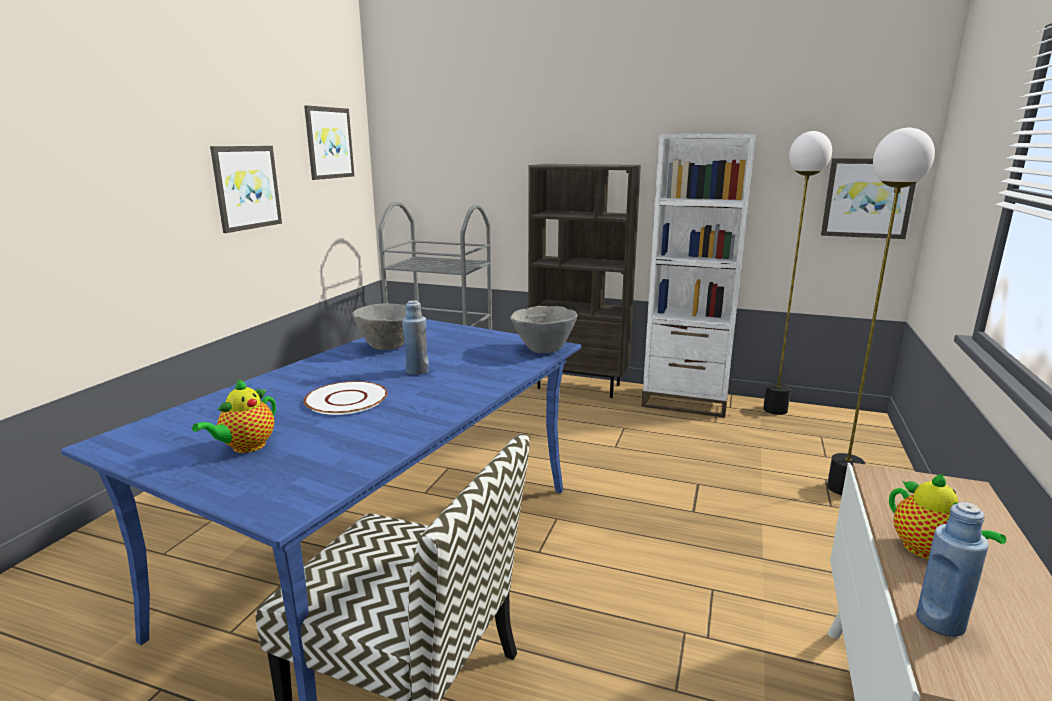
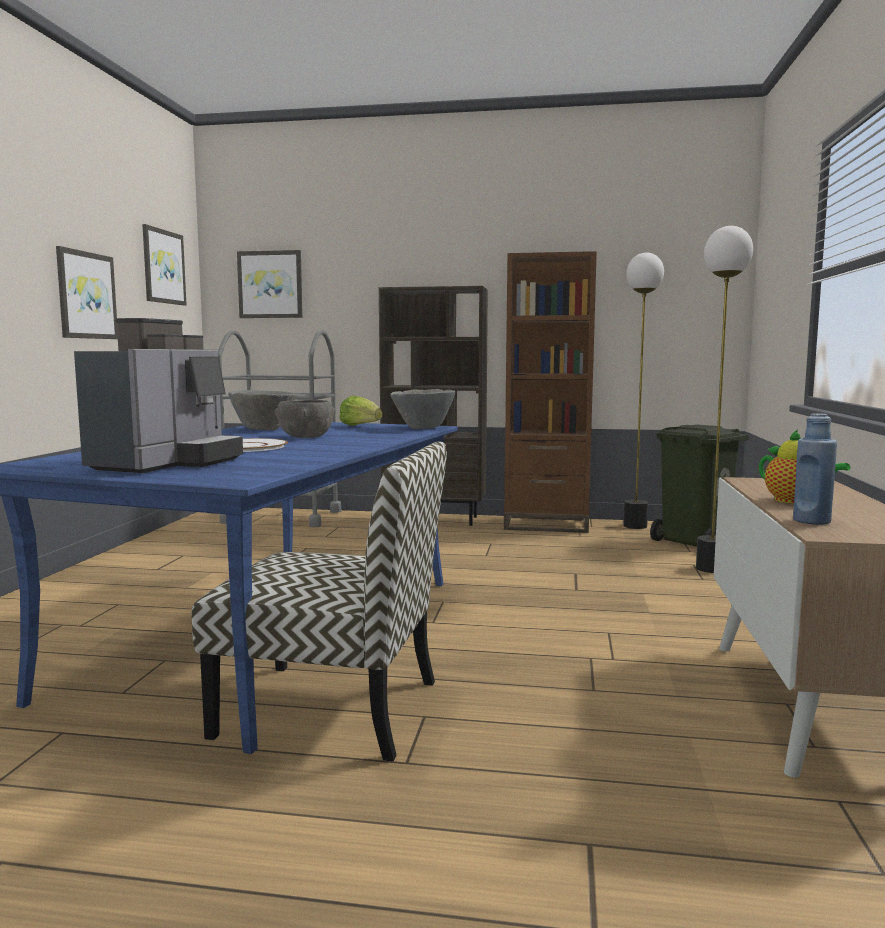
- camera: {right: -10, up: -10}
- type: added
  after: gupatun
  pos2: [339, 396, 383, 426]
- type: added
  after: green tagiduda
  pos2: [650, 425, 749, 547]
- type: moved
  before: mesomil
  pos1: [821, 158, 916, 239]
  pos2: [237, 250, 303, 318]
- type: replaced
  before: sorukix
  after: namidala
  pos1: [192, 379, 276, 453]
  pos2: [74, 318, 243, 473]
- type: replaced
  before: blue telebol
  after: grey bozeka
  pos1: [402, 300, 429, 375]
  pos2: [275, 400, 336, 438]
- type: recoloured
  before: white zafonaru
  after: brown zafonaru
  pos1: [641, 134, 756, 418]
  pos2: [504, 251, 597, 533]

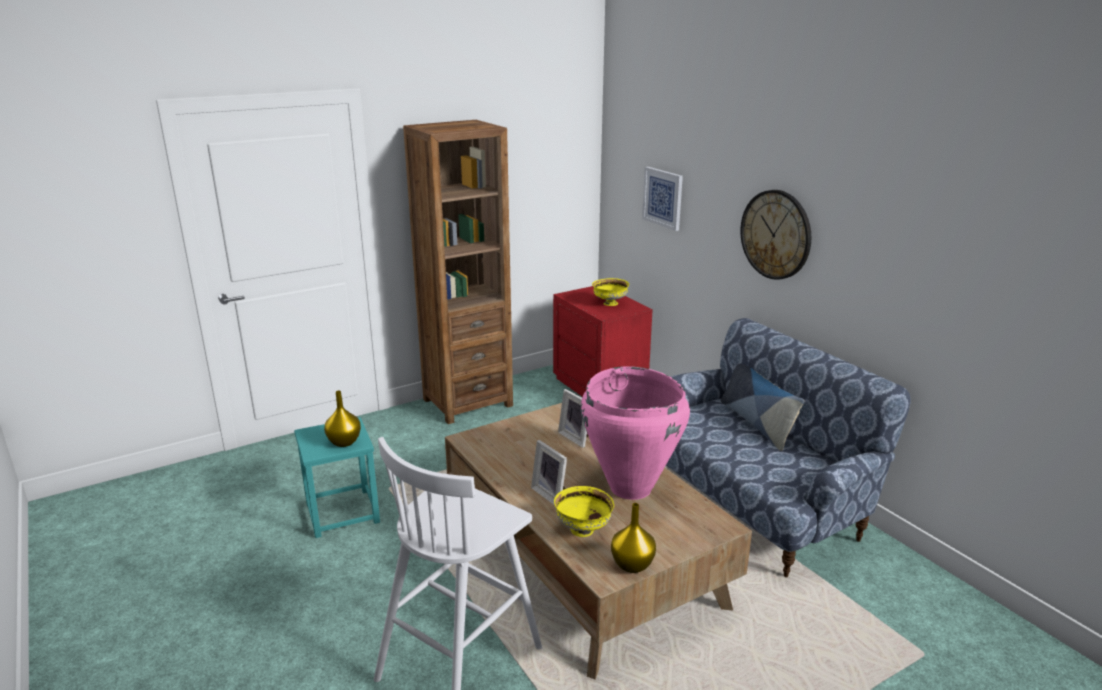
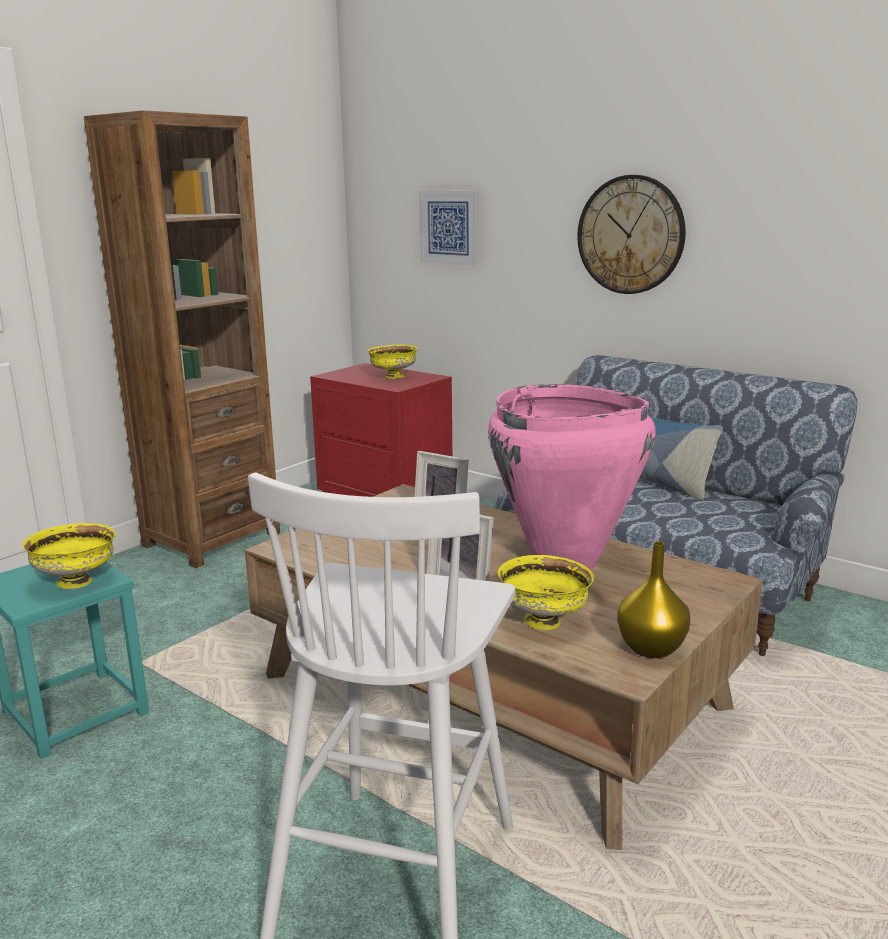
- camera: {right: -20, up: -5}
- type: replaced
  before: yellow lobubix
  after: yellow bozeka
  pos1: [324, 391, 361, 447]
  pos2: [22, 523, 116, 589]

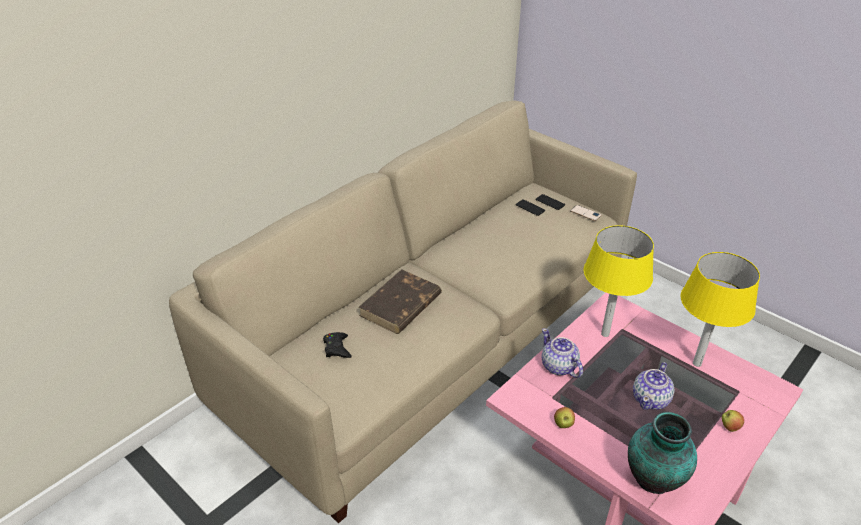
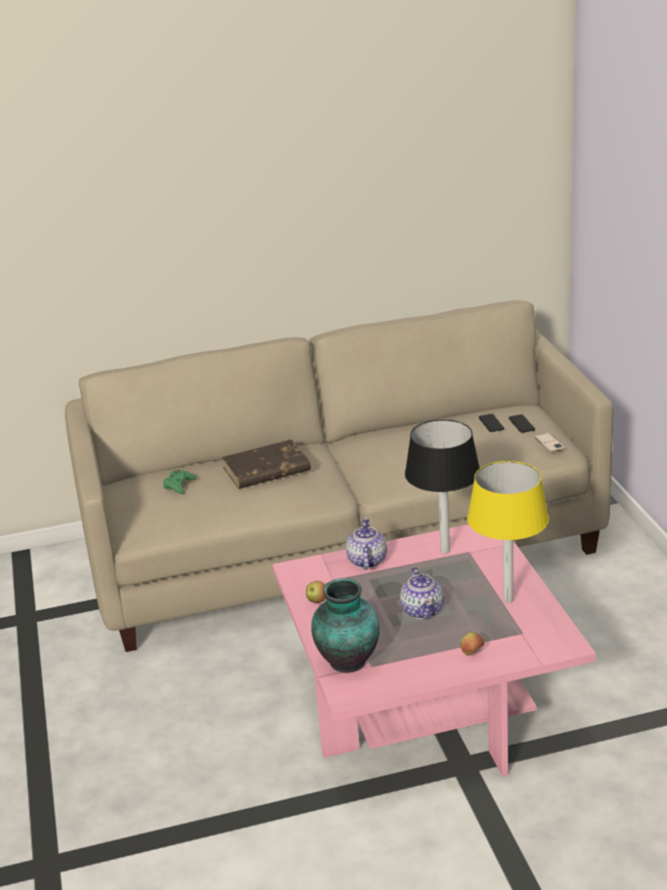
- camera: {right: 35, up: -10}
- type: recoloured
  before: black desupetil
  after: green desupetil
  pos1: [323, 332, 352, 358]
  pos2: [163, 470, 197, 494]
- type: recoloured
  before: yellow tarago
  after: black tarago
  pos1: [584, 225, 654, 337]
  pos2: [405, 420, 480, 553]
- type: turned
  before: sorukix
  pos1: [633, 362, 675, 410]
  pos2: [400, 567, 444, 619]
  turn: -75

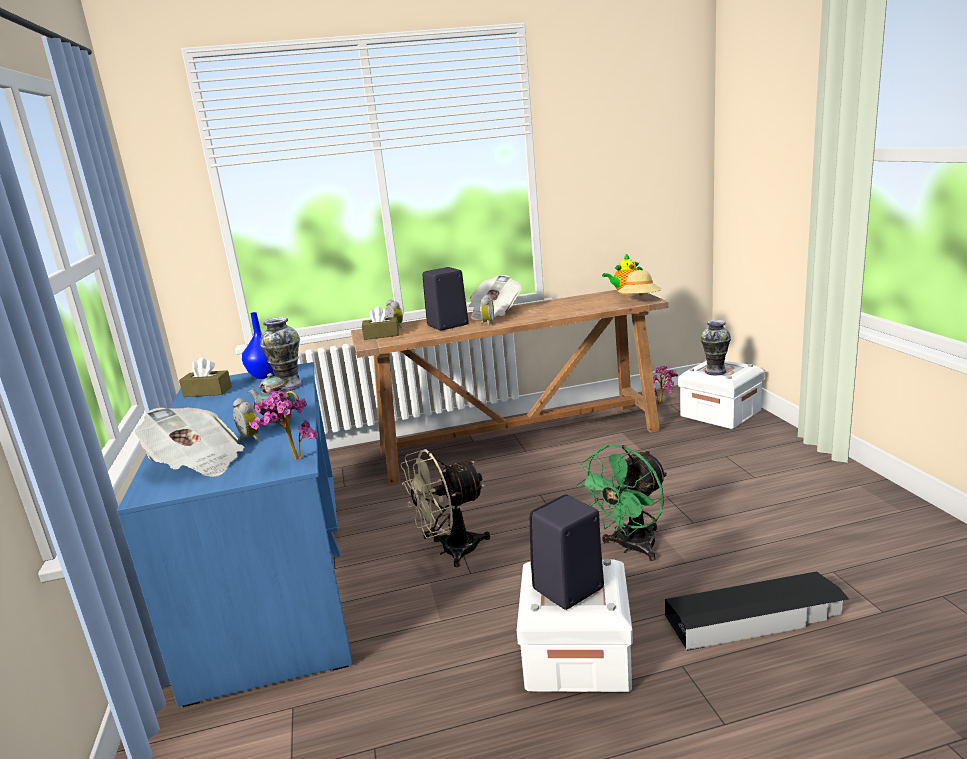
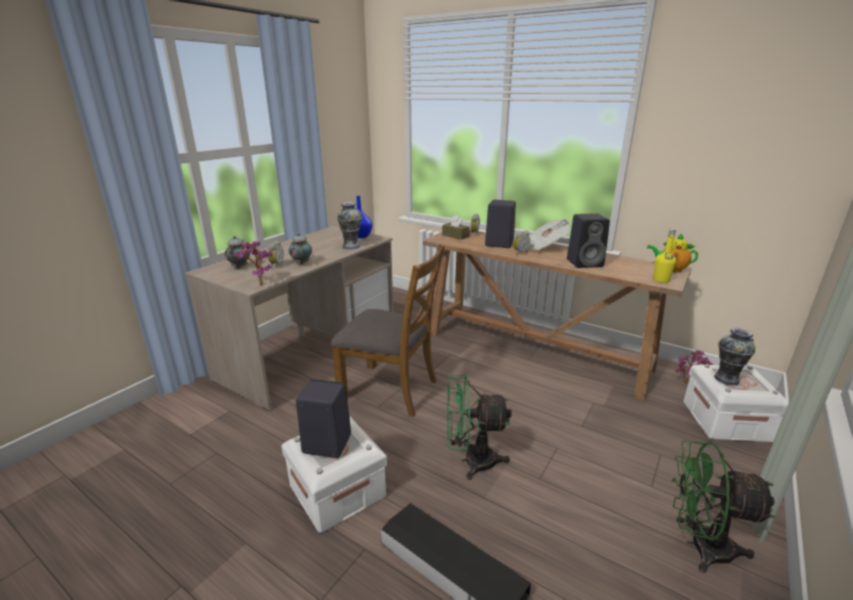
- camera: {right: 45, up: 5}
- type: removed
  before: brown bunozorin
  pos1: [179, 358, 232, 397]
- type: added
  after: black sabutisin
  pos2: [567, 213, 610, 268]
- type: added
  after: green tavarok
  pos2: [672, 440, 775, 573]
- type: replaced
  before: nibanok
  after: sorukix
  pos1: [135, 408, 244, 477]
  pos2: [225, 236, 250, 268]
- type: replaced
  before: beige tavarok
  after: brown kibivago
  pos1: [401, 449, 490, 567]
  pos2: [331, 244, 445, 417]
- type: replaced
  before: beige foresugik
  after: yellow telebol
  pos1: [618, 270, 662, 296]
  pos2: [653, 229, 676, 283]
- type: recoloured
  before: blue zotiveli
  after: beige zotiveli
  pos1: [117, 362, 353, 707]
  pos2: [185, 226, 393, 411]

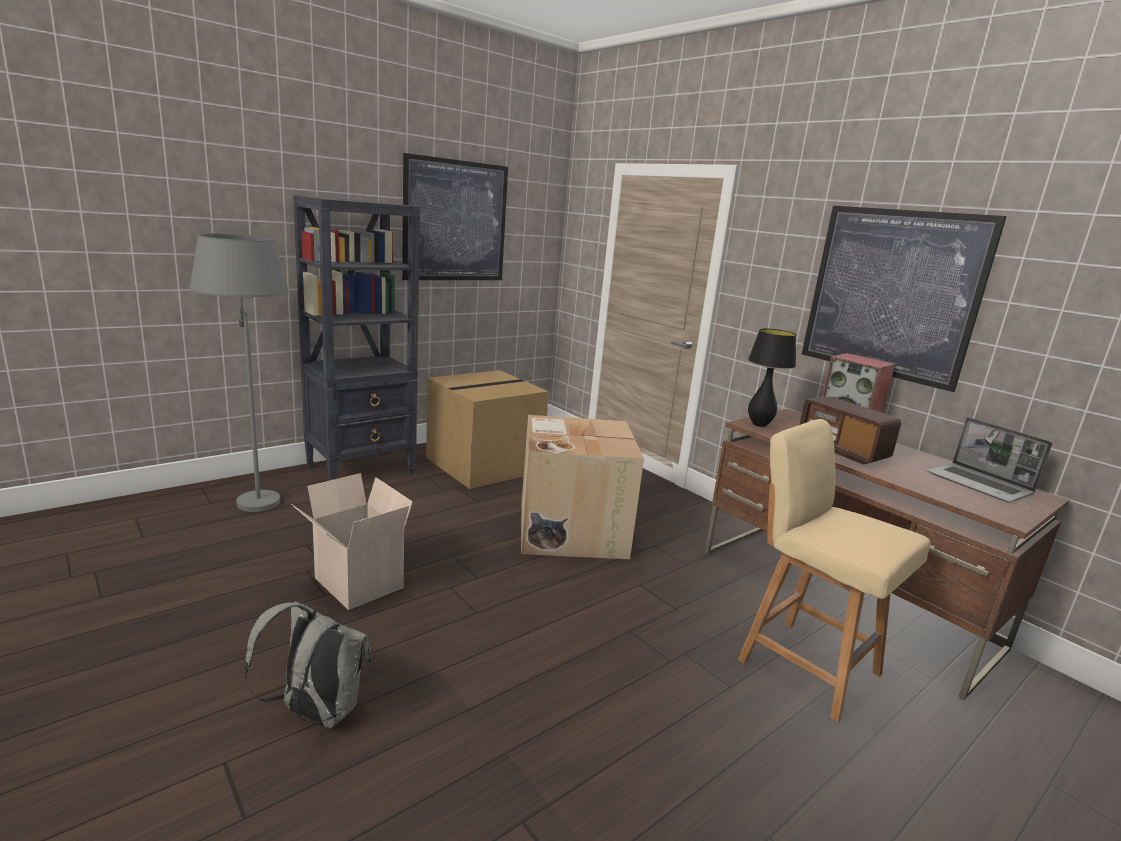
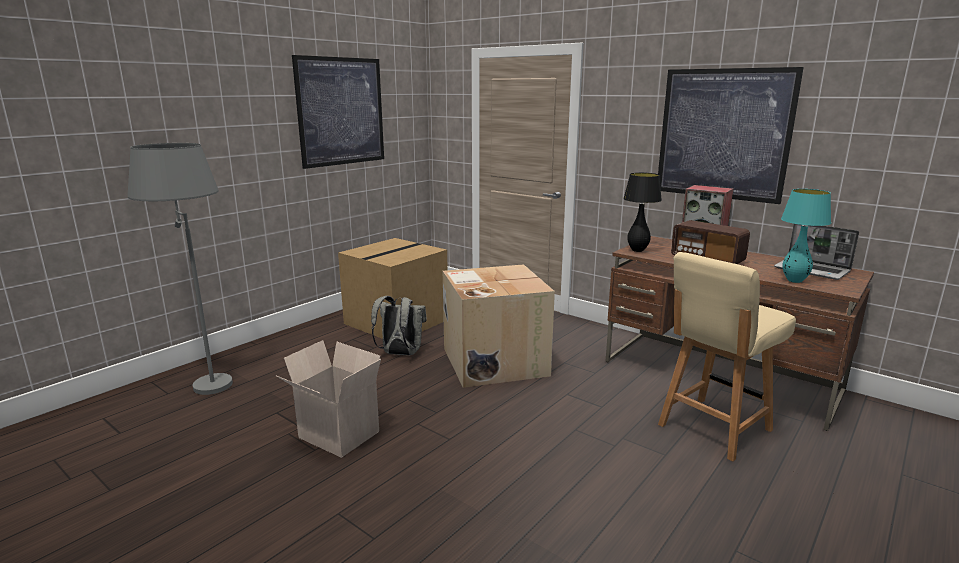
- camera: {right: -10, up: 0}
- type: removed
  before: black zafonaru
  pos1: [293, 195, 420, 481]
- type: added
  after: turquoise tarago
  pos2: [781, 189, 831, 283]
- type: moved
  before: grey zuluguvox
  pos1: [244, 601, 371, 728]
  pos2: [371, 296, 427, 355]
- type: turned
  before: beige kibivago
  pos1: [738, 419, 931, 722]
  pos2: [658, 252, 796, 461]
  turn: -75

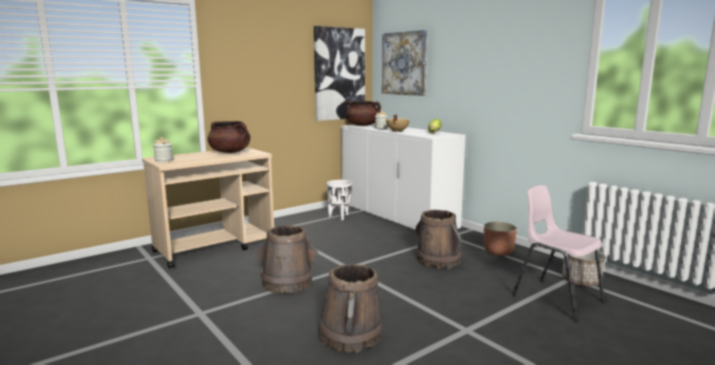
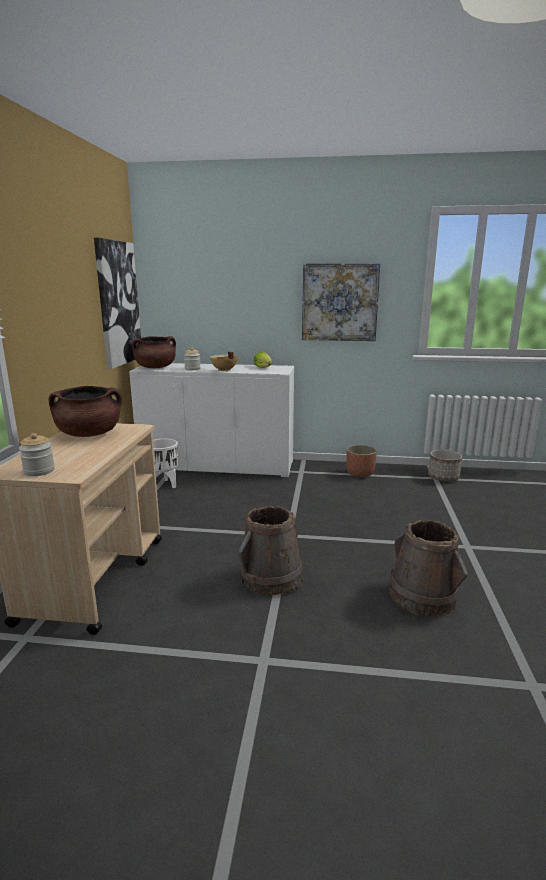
- camera: {right: -45, up: 5}
- type: removed
  before: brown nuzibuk
  pos1: [416, 210, 462, 269]
- type: removed
  before: pink kibivago
  pos1: [512, 185, 605, 322]
- type: moved
  before: mesomil
  pos1: [382, 30, 427, 96]
  pos2: [302, 263, 380, 341]

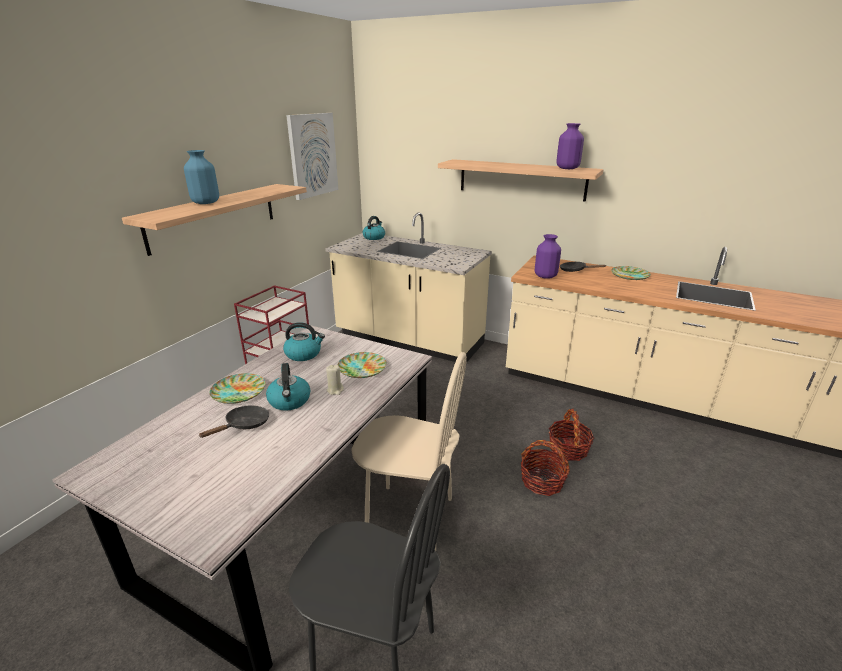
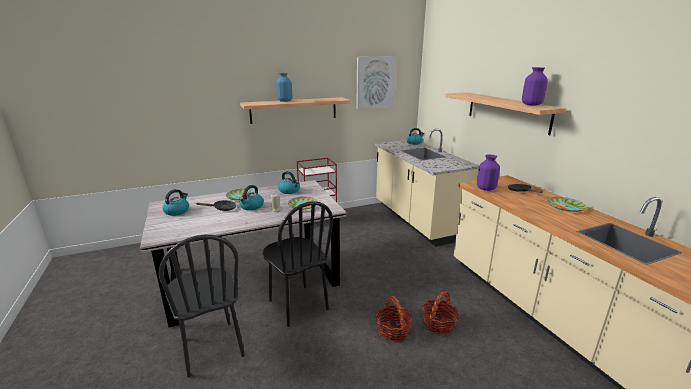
- camera: {right: 40, up: -5}
- type: added
  after: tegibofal
  pos2: [162, 189, 189, 216]
- type: recoloured
  before: beige kibivago
  after: black kibivago
  pos1: [351, 352, 467, 551]
  pos2: [263, 201, 333, 327]

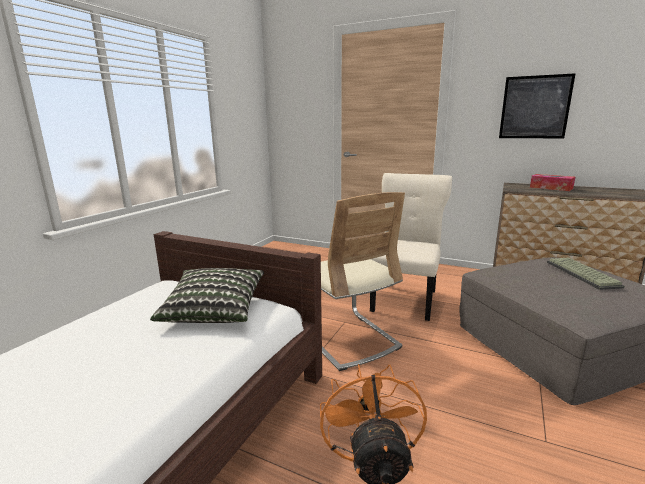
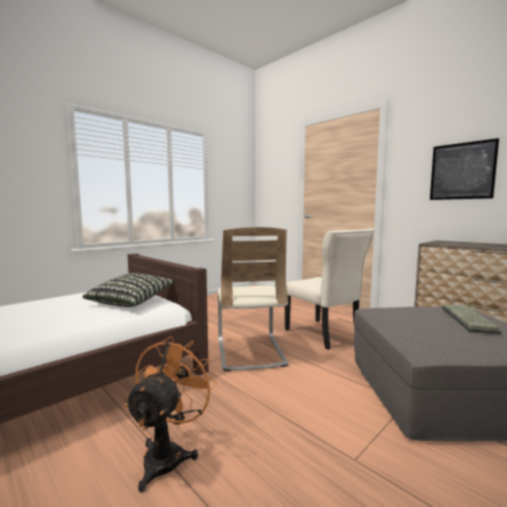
- camera: {right: 20, up: -10}
- type: removed
  before: bunozorin
  pos1: [530, 174, 575, 191]
- type: turned
  before: beige kibivago
  pos1: [370, 173, 452, 321]
  pos2: [285, 228, 375, 350]
  turn: 105

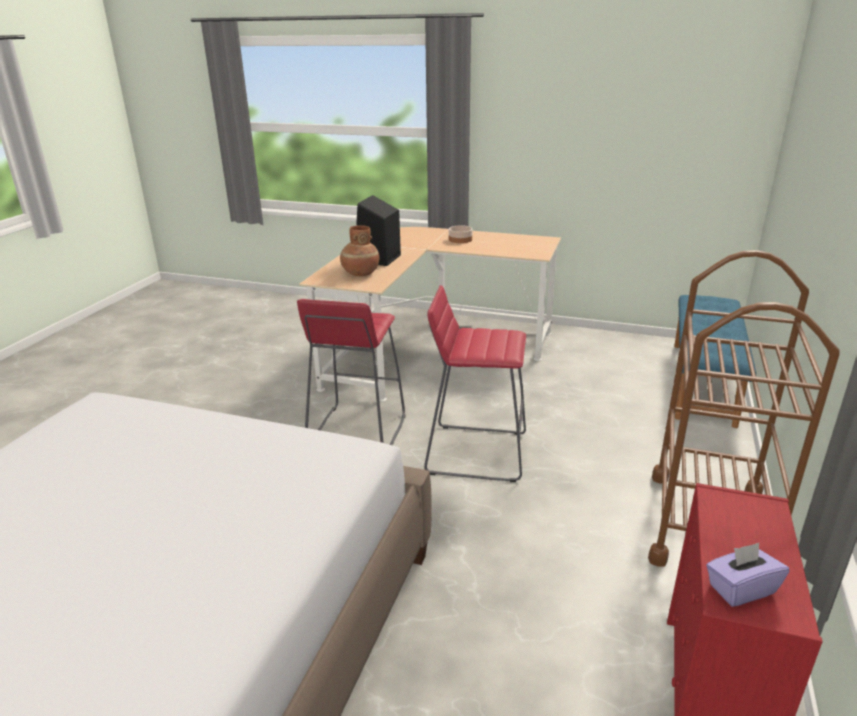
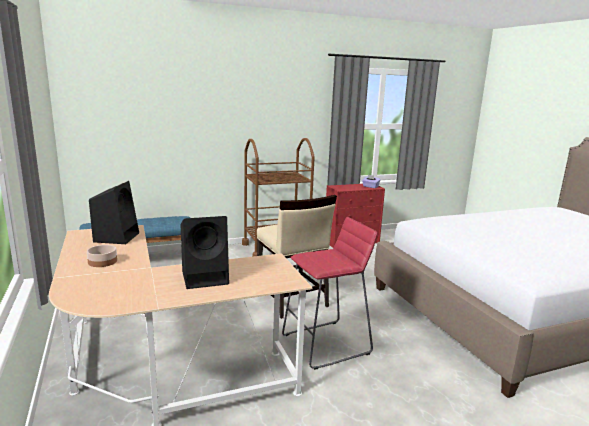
- camera: {right: -130, up: -10}
- type: removed
  before: brown lobubix
  pos1: [340, 225, 380, 276]
- type: added
  after: black sabutisin
  pos2: [89, 181, 139, 244]
- type: replaced
  before: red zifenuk
  after: beige kibivago
  pos1: [424, 285, 526, 482]
  pos2: [257, 195, 337, 319]

